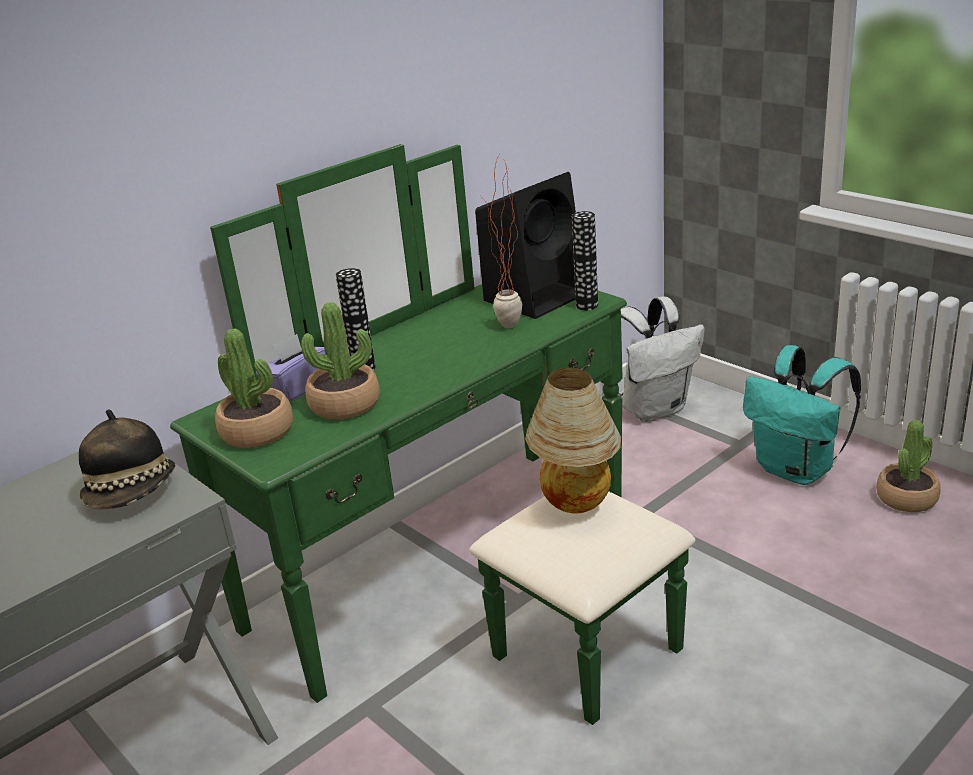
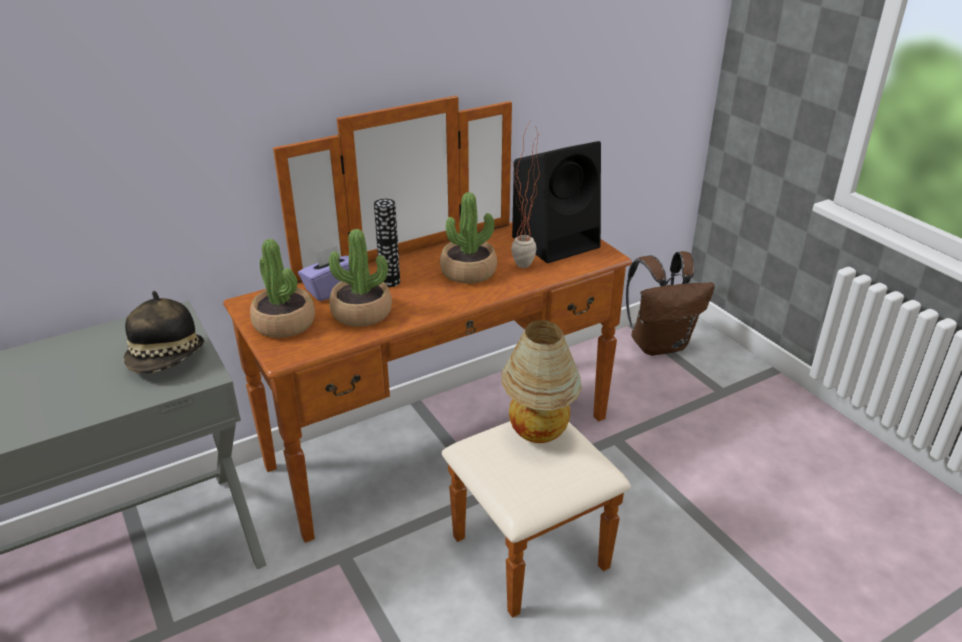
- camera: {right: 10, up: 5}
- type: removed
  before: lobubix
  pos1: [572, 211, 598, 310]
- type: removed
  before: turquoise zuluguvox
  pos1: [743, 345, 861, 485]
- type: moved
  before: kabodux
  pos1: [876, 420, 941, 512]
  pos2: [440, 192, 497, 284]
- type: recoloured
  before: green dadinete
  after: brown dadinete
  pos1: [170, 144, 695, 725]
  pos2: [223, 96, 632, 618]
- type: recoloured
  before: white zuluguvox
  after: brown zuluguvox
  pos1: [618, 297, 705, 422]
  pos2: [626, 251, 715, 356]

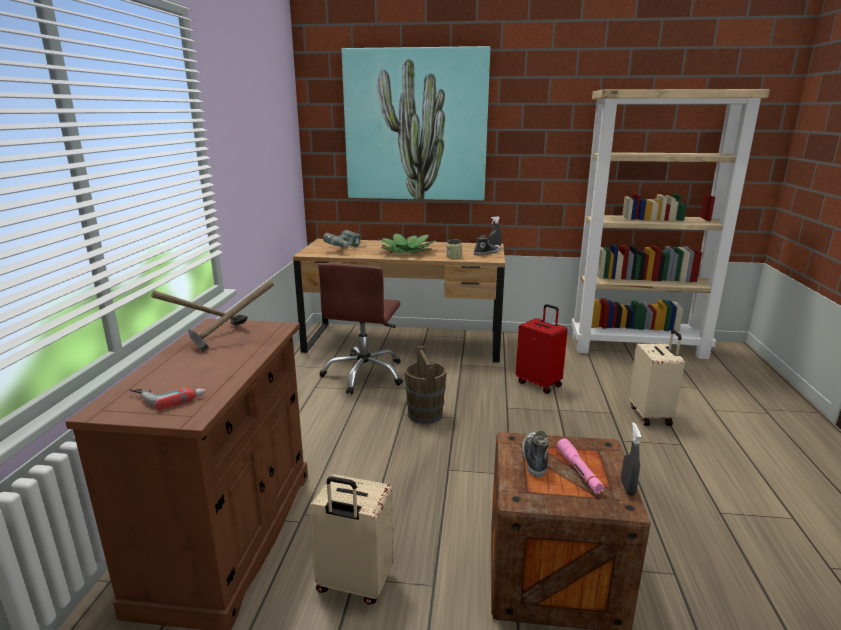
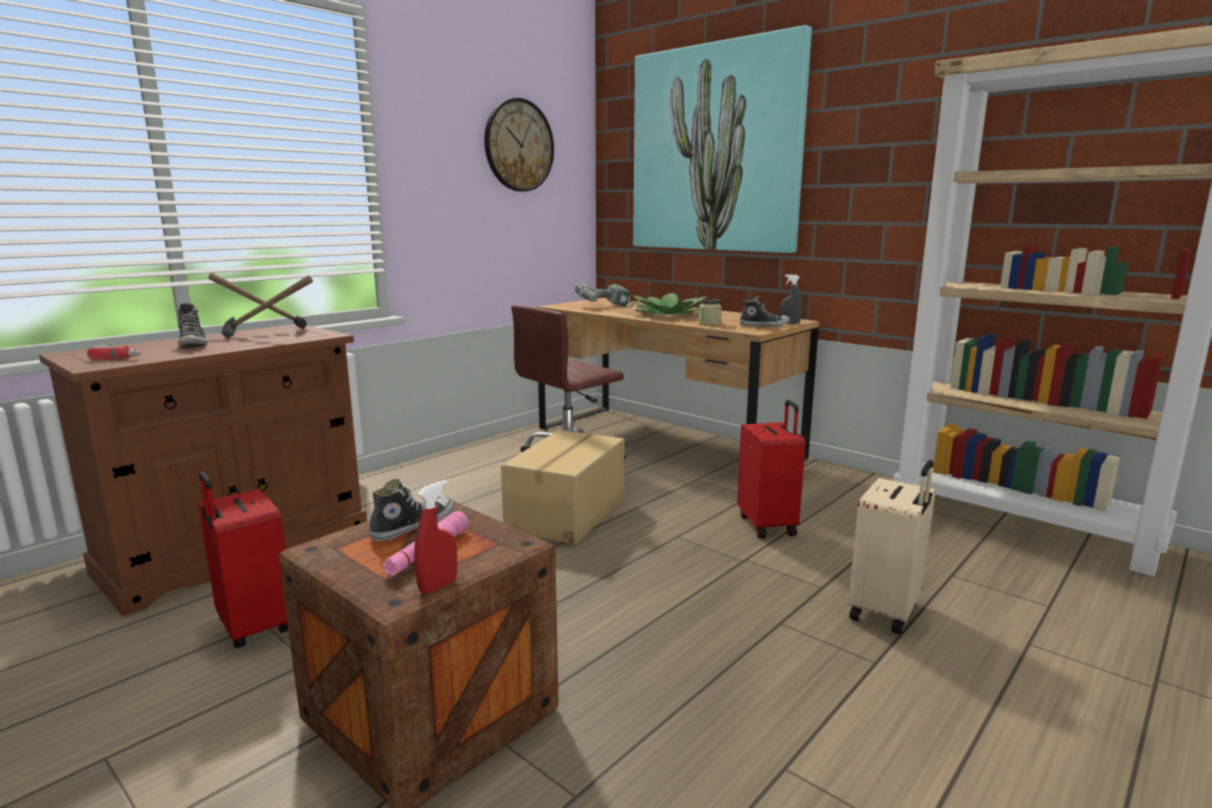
- camera: {right: 35, up: -5}
- type: added
  after: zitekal
  pos2: [178, 303, 208, 348]
- type: added
  after: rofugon
  pos2: [484, 98, 554, 192]
- type: replaced
  before: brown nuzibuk
  after: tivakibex
  pos1: [405, 346, 447, 424]
  pos2: [501, 430, 624, 545]
- type: recoloured
  before: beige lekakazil
  after: red lekakazil
  pos1: [309, 474, 394, 604]
  pos2: [198, 472, 288, 648]
- type: recoloured
  before: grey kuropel
  after: red kuropel
  pos1: [621, 422, 641, 496]
  pos2: [414, 480, 457, 594]

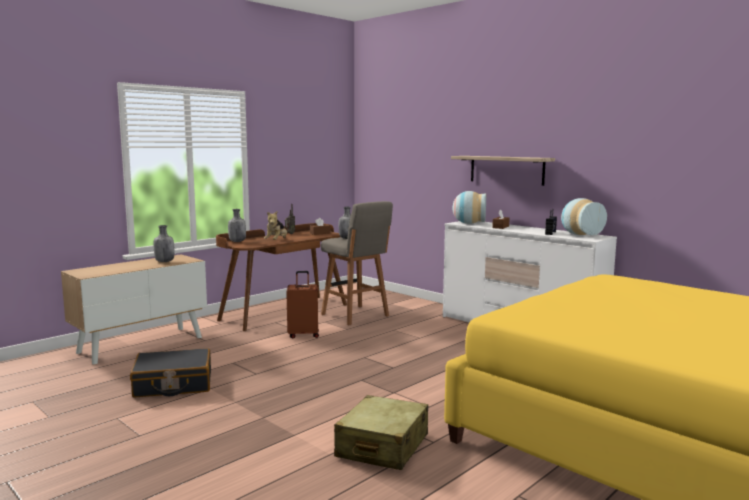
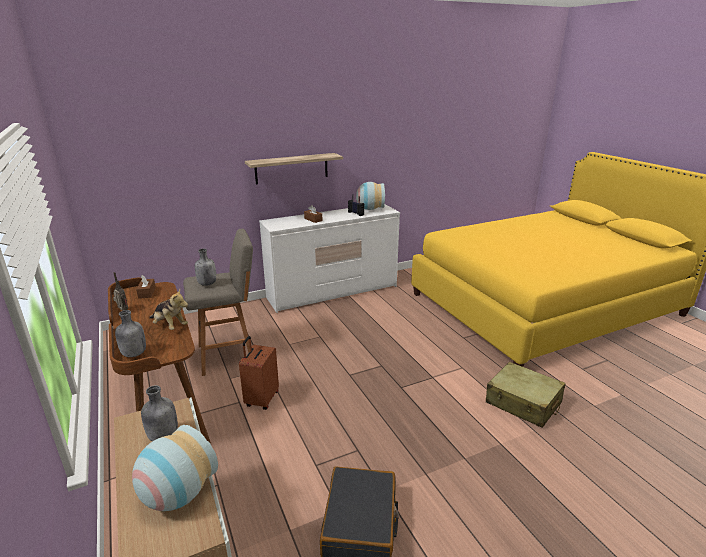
- camera: {right: -70, up: 15}
- type: moved
  before: lobubix
  pos1: [452, 191, 486, 224]
  pos2: [132, 425, 218, 511]

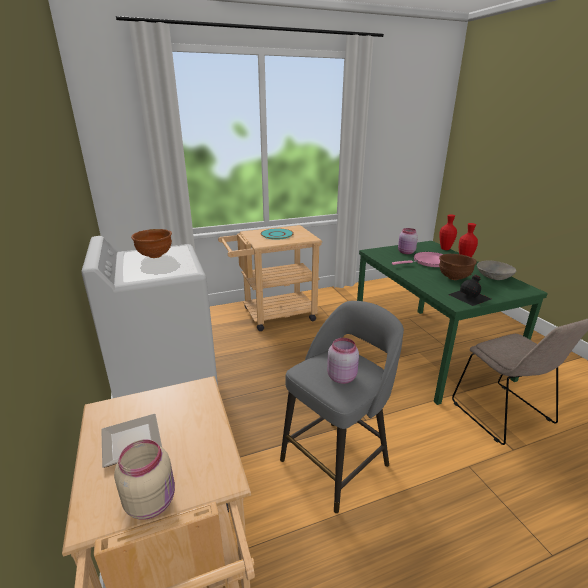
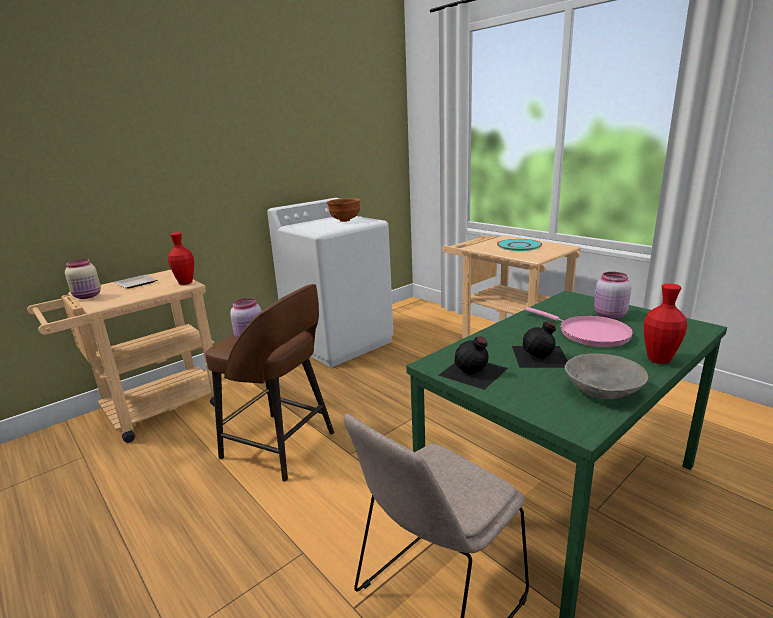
- camera: {right: 70, up: -5}
- type: moved
  before: red lobubix
  pos1: [439, 214, 457, 250]
  pos2: [168, 232, 194, 285]
- type: replaced
  before: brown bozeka
  after: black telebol
  pos1: [439, 254, 477, 280]
  pos2: [512, 321, 568, 368]
- type: recoloured
  before: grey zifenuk
  after: brown zifenuk
  pos1: [280, 301, 404, 513]
  pos2: [205, 284, 334, 482]

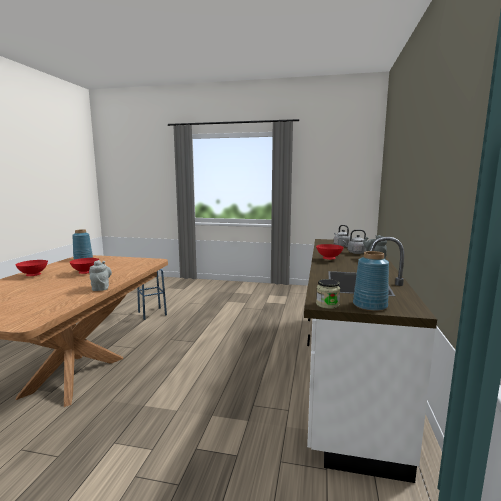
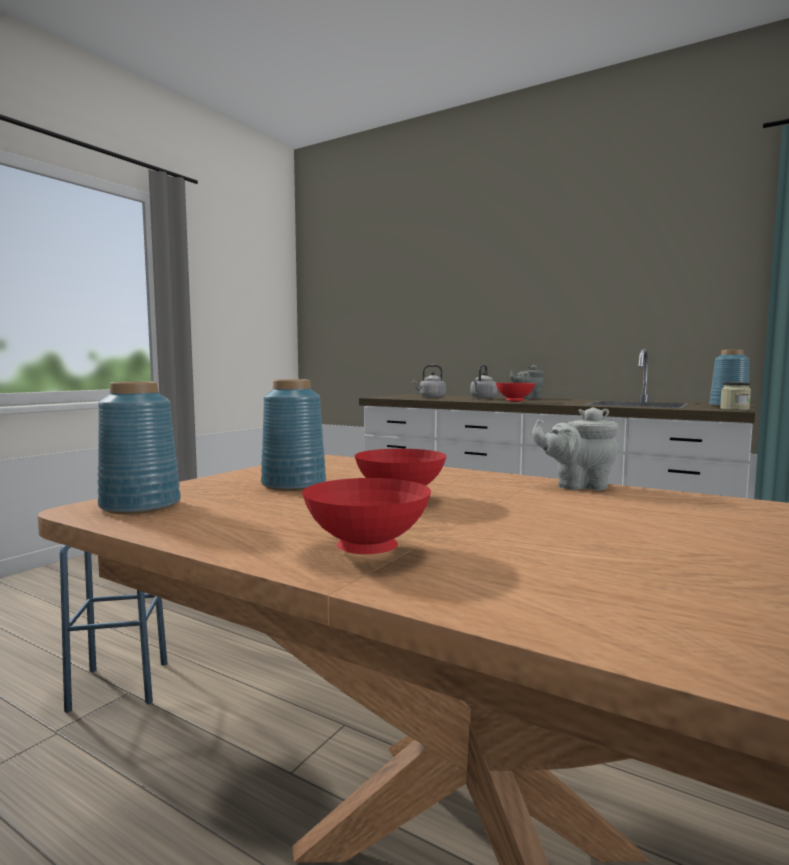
- camera: {right: -70, up: -5}
- type: added
  after: blue lobubix
  pos2: [261, 379, 326, 491]

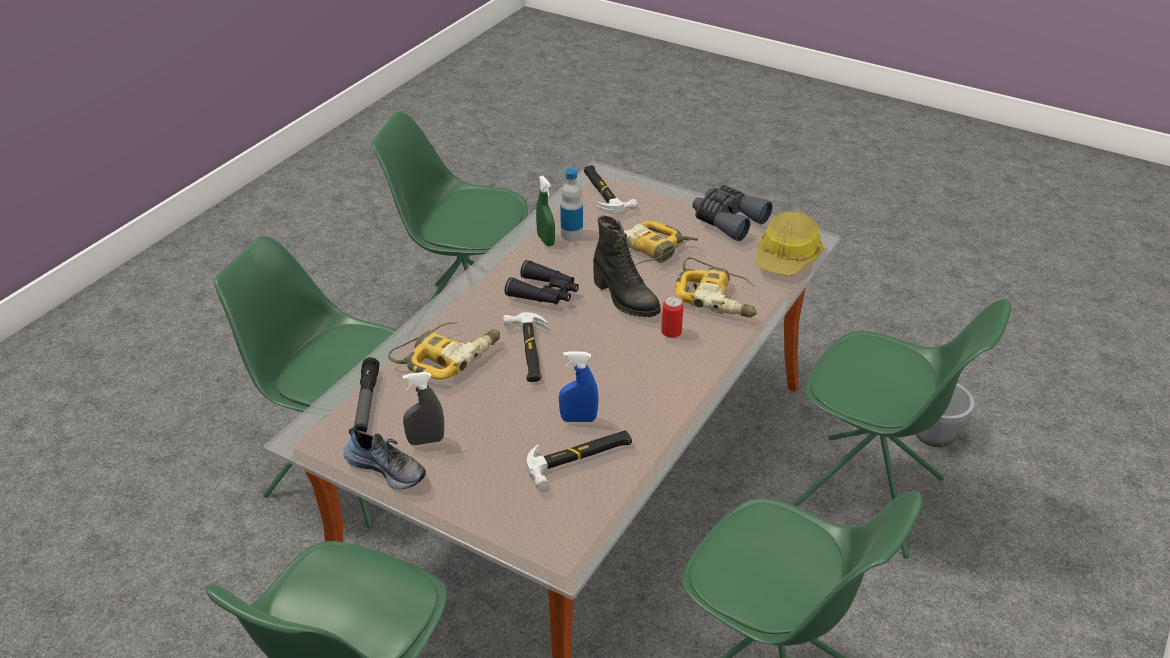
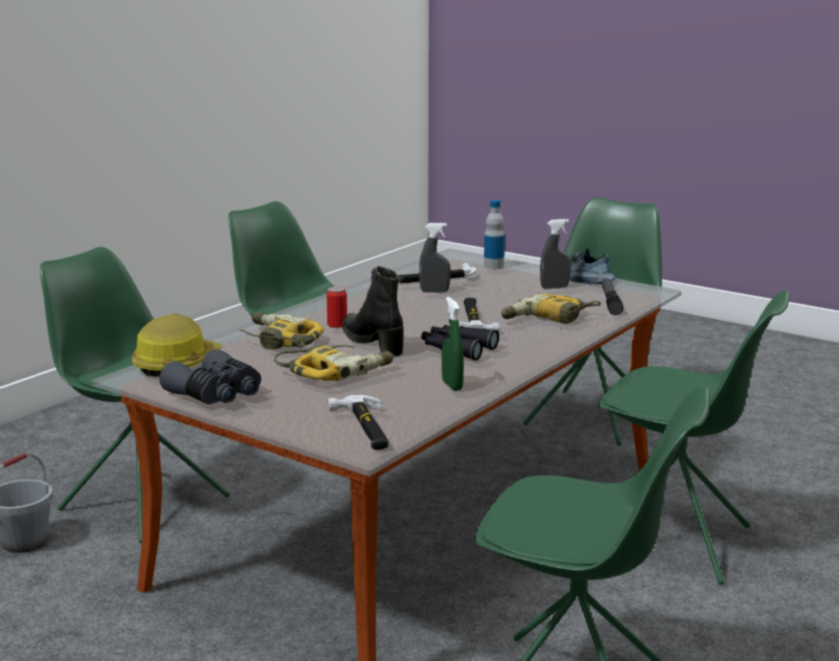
- camera: {right: -175, up: -20}
- type: moved
  before: telebol
  pos1: [560, 168, 583, 241]
  pos2: [484, 200, 505, 269]
- type: recoloured
  before: blue kuropel
  after: grey kuropel
  pos1: [559, 351, 598, 422]
  pos2: [419, 223, 451, 293]

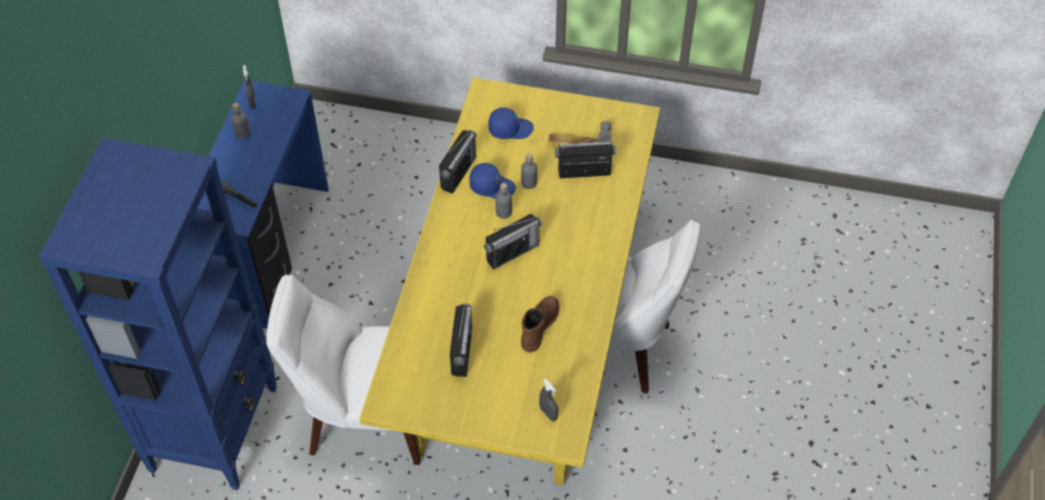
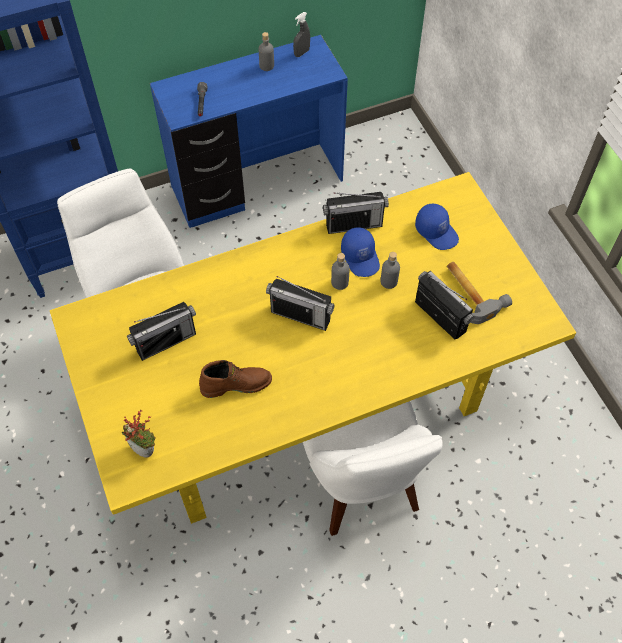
- camera: {right: 55, up: 5}
- type: replaced
  before: grey kuropel
  after: kabodux
  pos1: [539, 379, 558, 421]
  pos2: [122, 410, 156, 458]

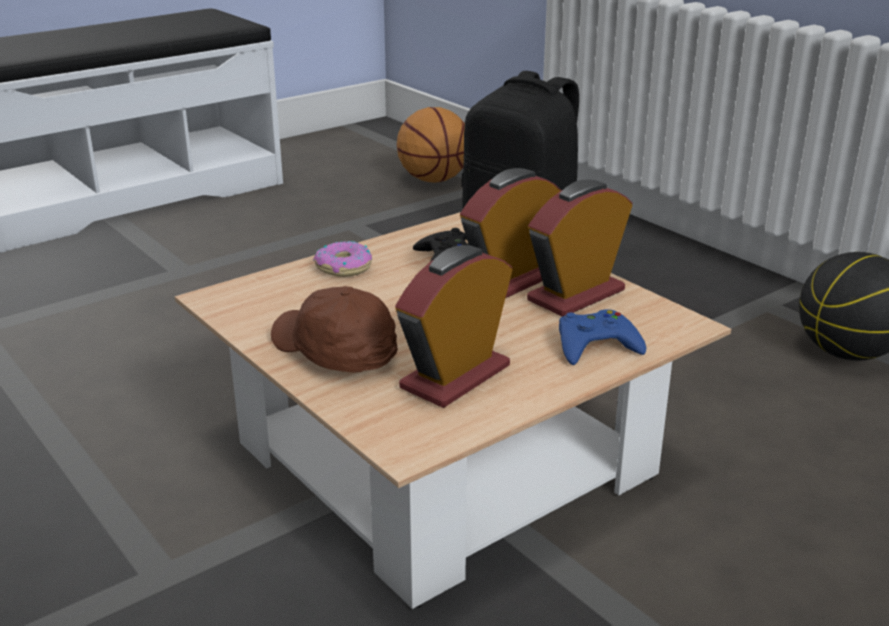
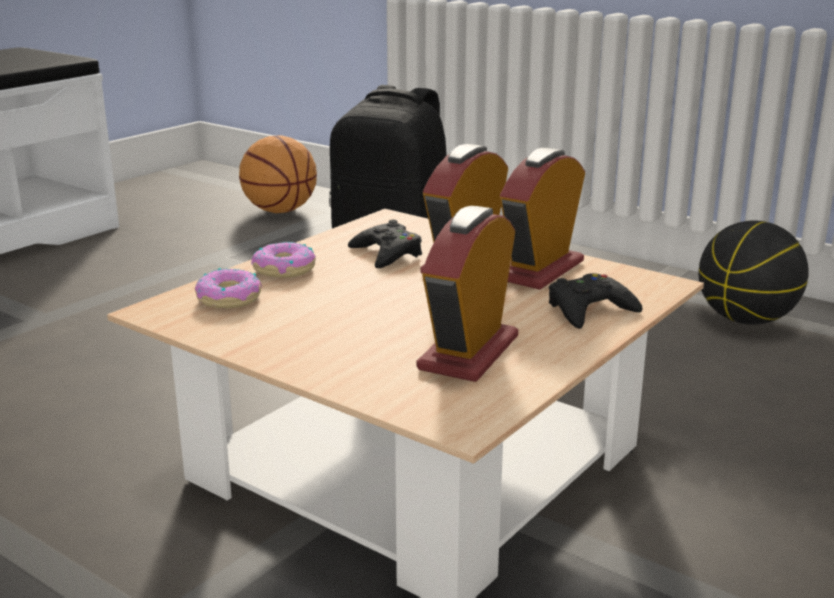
- camera: {right: -15, up: -5}
- type: removed
  before: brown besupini
  pos1: [271, 286, 398, 373]
- type: added
  after: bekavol
  pos2: [195, 268, 262, 308]
- type: recoloured
  before: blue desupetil
  after: black desupetil
  pos1: [559, 309, 646, 365]
  pos2: [549, 273, 643, 329]

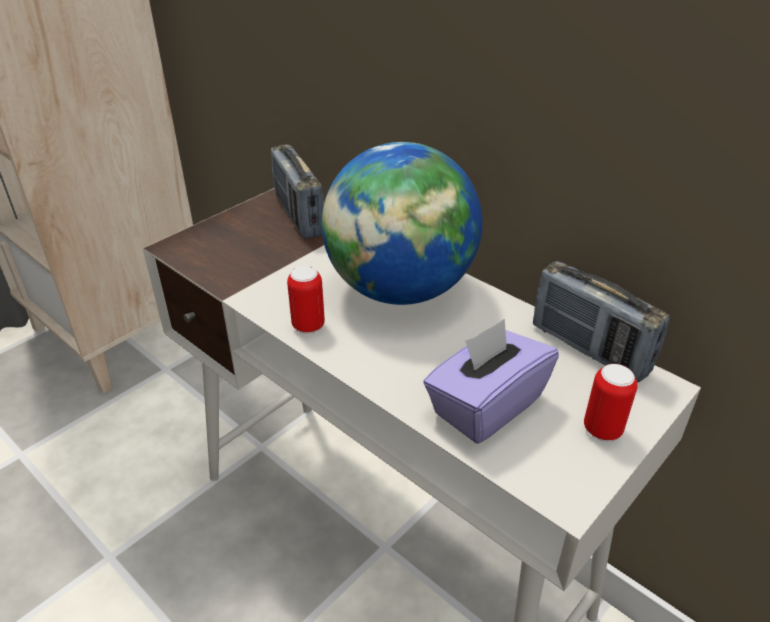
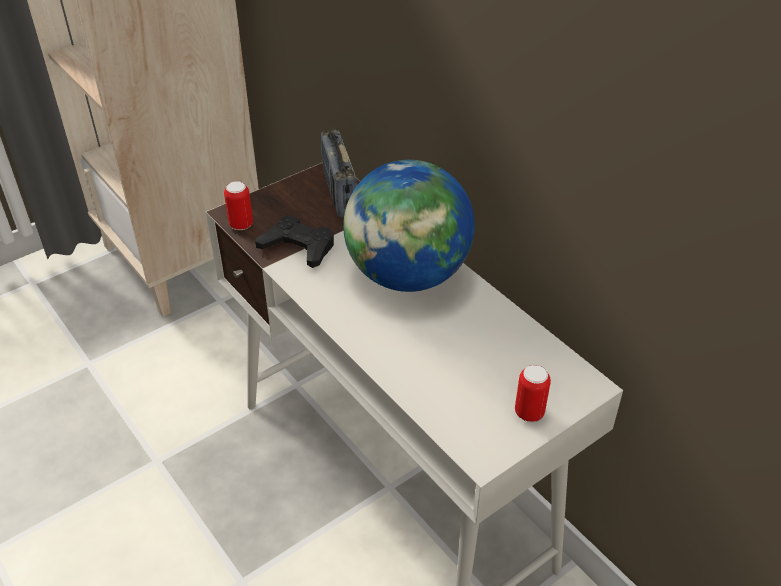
- camera: {right: 10, up: 5}
- type: removed
  before: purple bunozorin
  pos1: [423, 319, 559, 444]
- type: removed
  before: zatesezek
  pos1: [533, 261, 670, 382]
- type: added
  after: black desupetil
  pos2: [255, 216, 334, 268]
- type: moved
  before: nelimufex
  pos1: [287, 266, 325, 333]
  pos2: [224, 181, 253, 230]

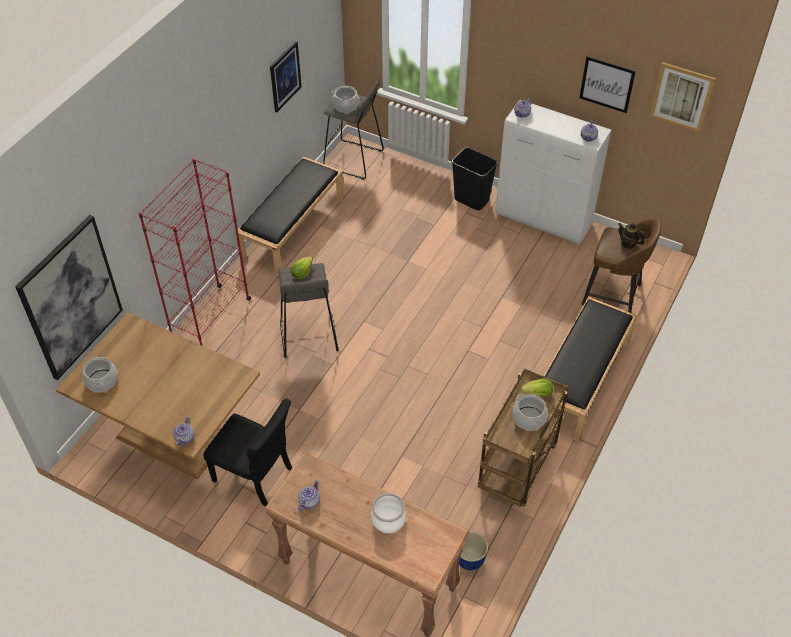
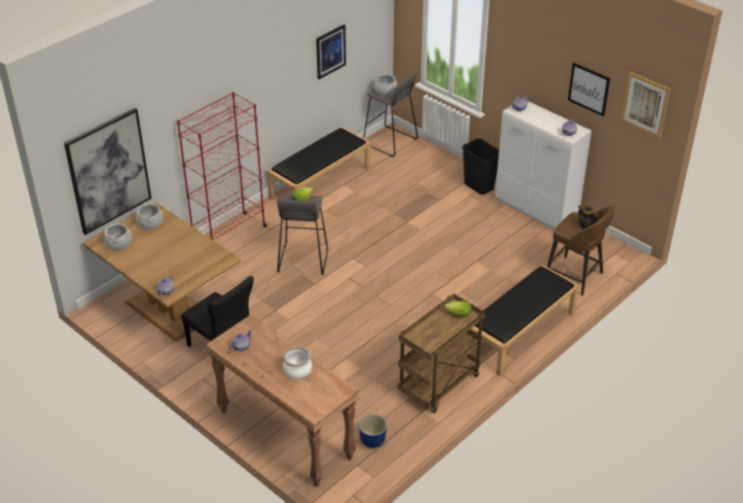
- camera: {right: 15, up: -10}
- type: moved
  before: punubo
  pos1: [512, 394, 548, 430]
  pos2: [136, 203, 163, 230]

